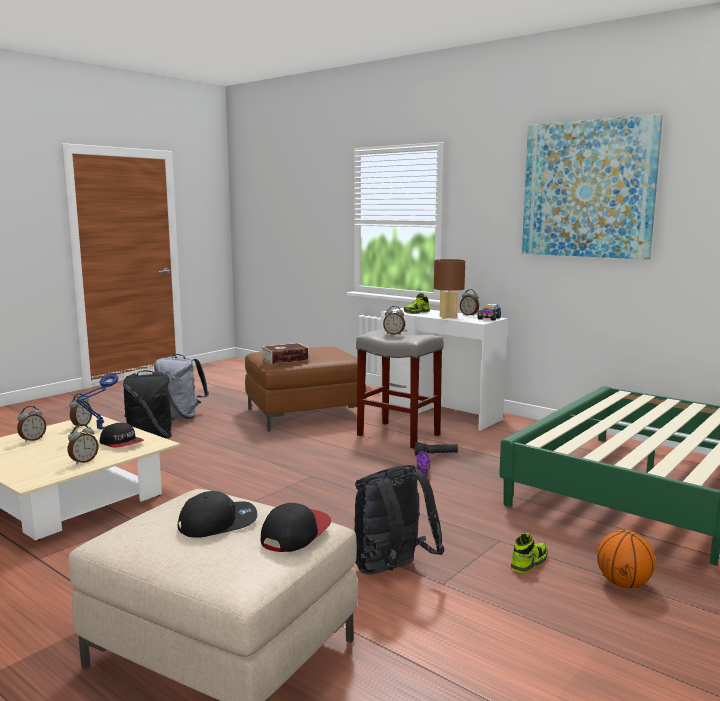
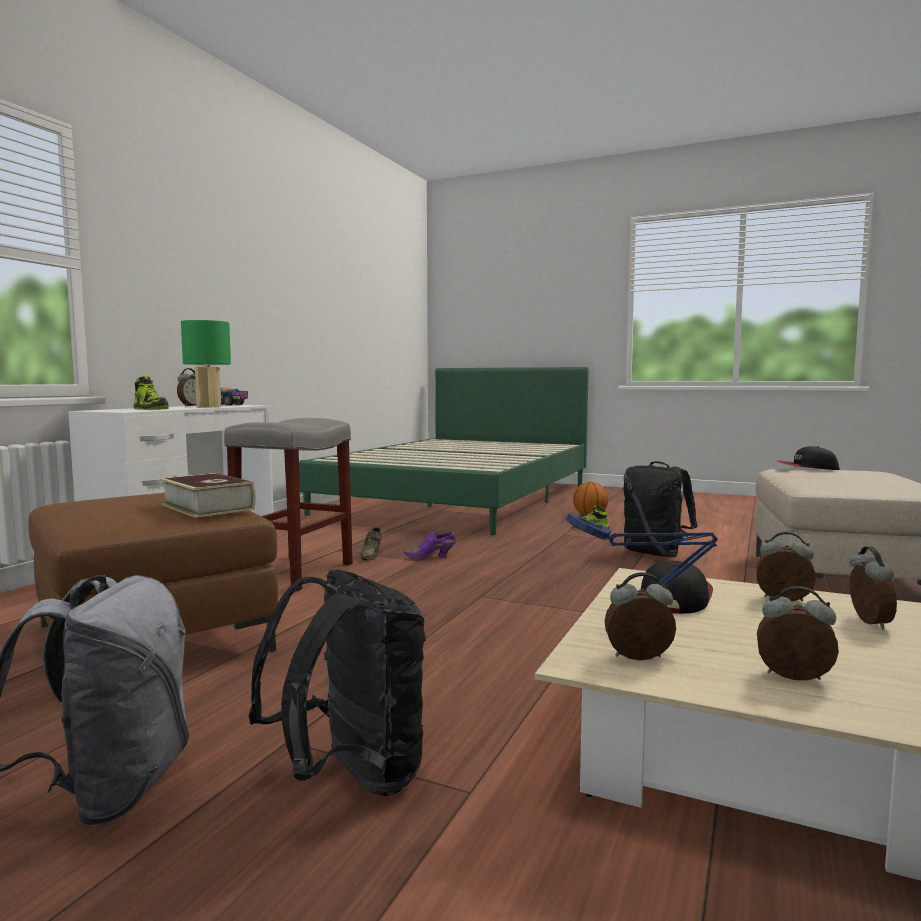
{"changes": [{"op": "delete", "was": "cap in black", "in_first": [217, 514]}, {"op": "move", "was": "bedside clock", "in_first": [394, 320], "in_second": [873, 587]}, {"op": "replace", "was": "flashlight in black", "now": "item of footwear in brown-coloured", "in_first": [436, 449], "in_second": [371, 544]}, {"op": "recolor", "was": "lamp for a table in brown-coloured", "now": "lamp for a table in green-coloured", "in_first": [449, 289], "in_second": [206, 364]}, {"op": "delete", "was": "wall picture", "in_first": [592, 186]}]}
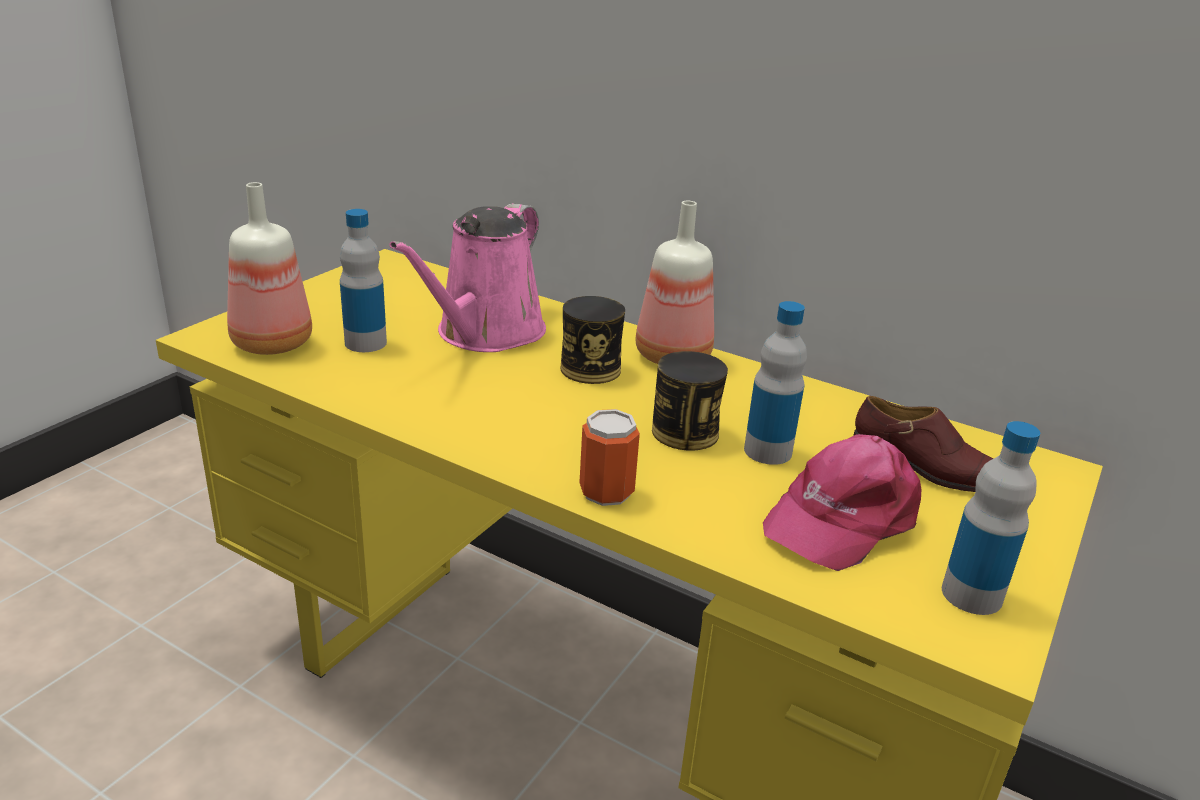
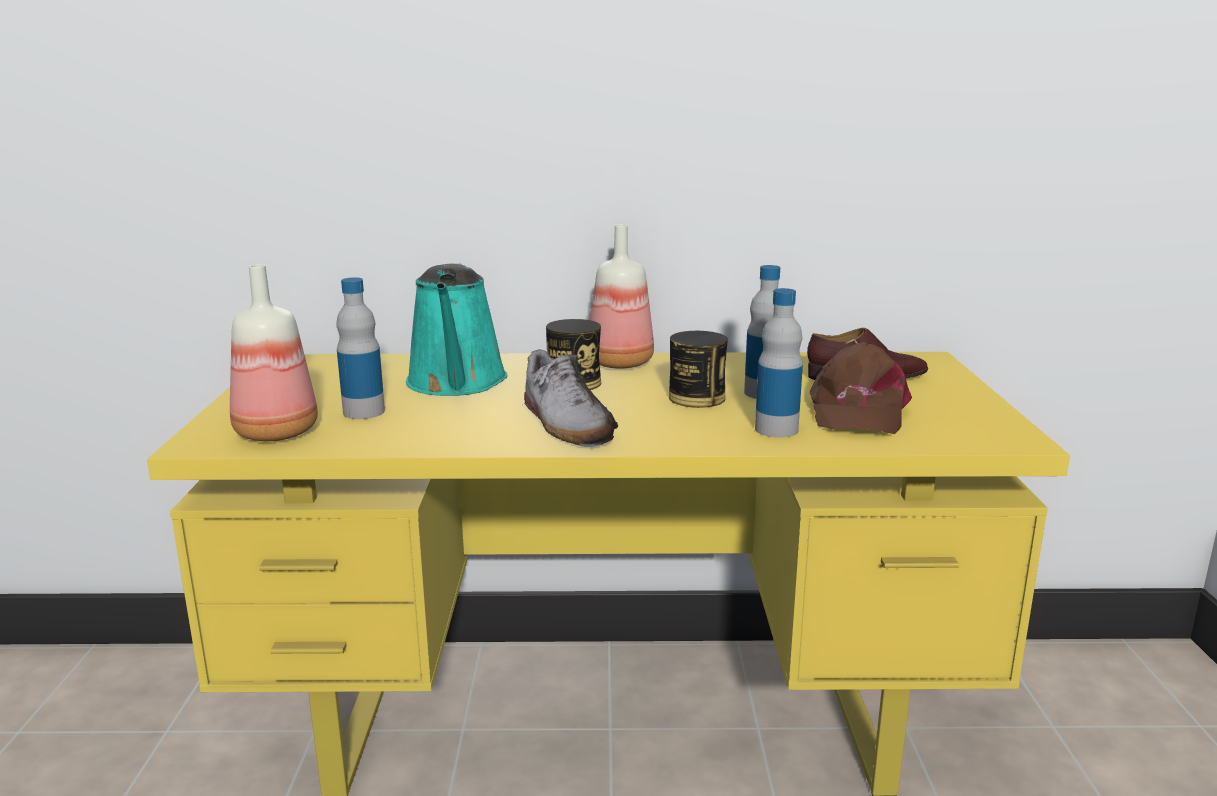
{"changes": [{"op": "recolor", "was": "sprinkling can in pink-coloured", "now": "sprinkling can in turquoise", "in_first": [467, 277], "in_second": [457, 329]}, {"op": "delete", "was": "metal can", "in_first": [609, 457]}, {"op": "recolor", "was": "cap in pink-coloured", "now": "cap in brown-coloured", "in_first": [842, 502], "in_second": [861, 388]}, {"op": "move", "was": "beverage bottle", "in_first": [991, 518], "in_second": [779, 363]}, {"op": "insert", "now": "item of footwear", "in_second": [570, 398]}]}
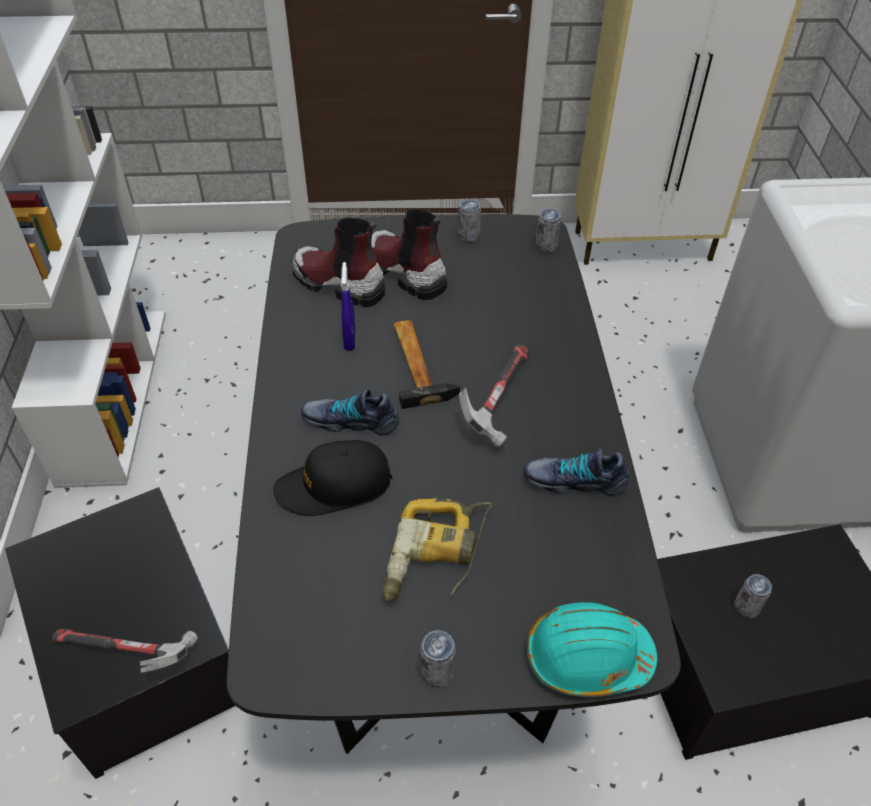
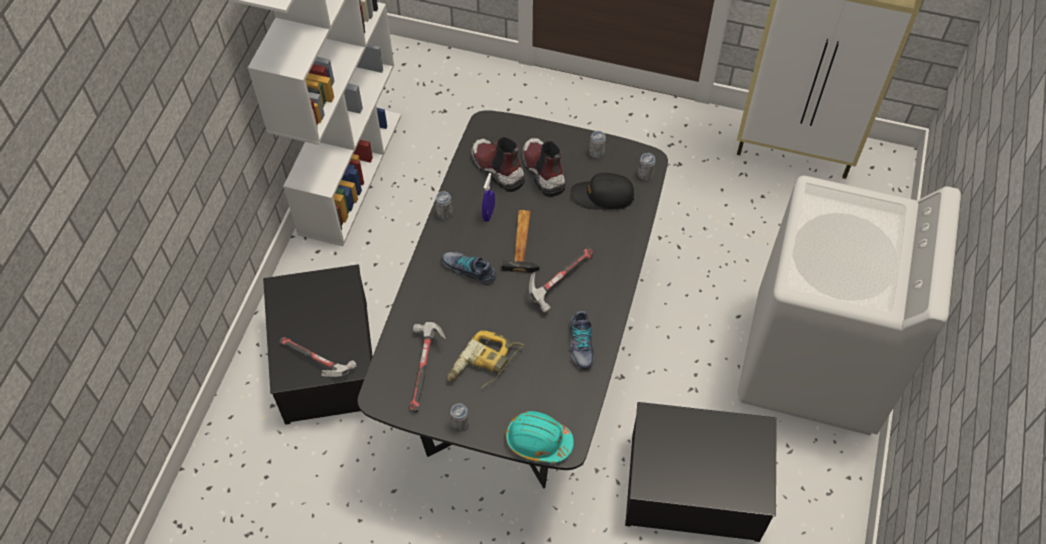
{"changes": [{"op": "move", "was": "cap in black", "in_first": [332, 478], "in_second": [602, 191]}, {"op": "rotate", "was": "item of footwear", "in_first": [576, 472], "in_second": [582, 340], "clockwise": -120}, {"op": "move", "was": "metal can", "in_first": [753, 596], "in_second": [444, 205]}, {"op": "insert", "now": "tool hammer", "in_second": [427, 367]}]}
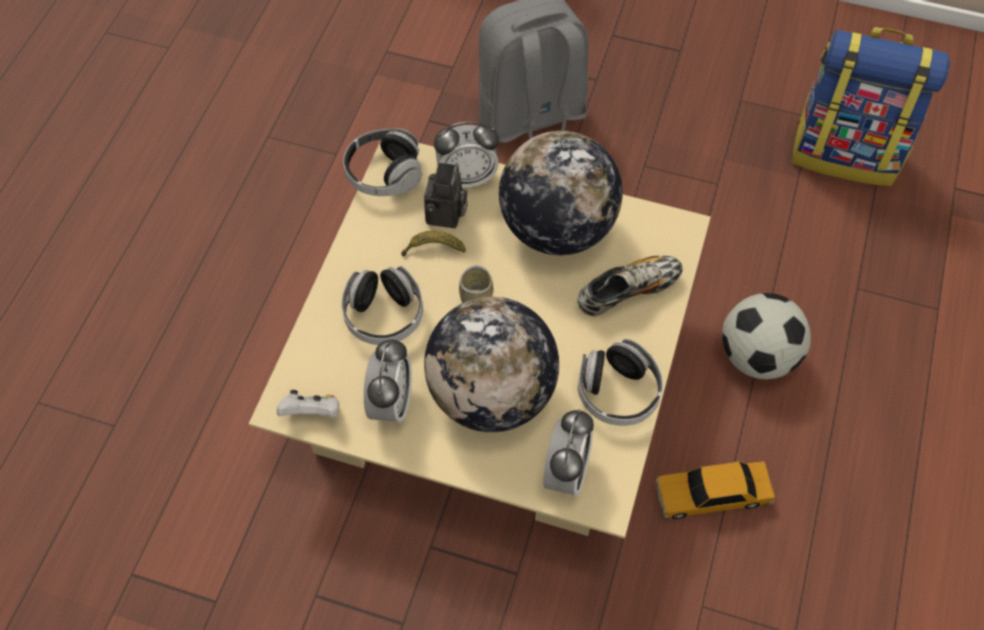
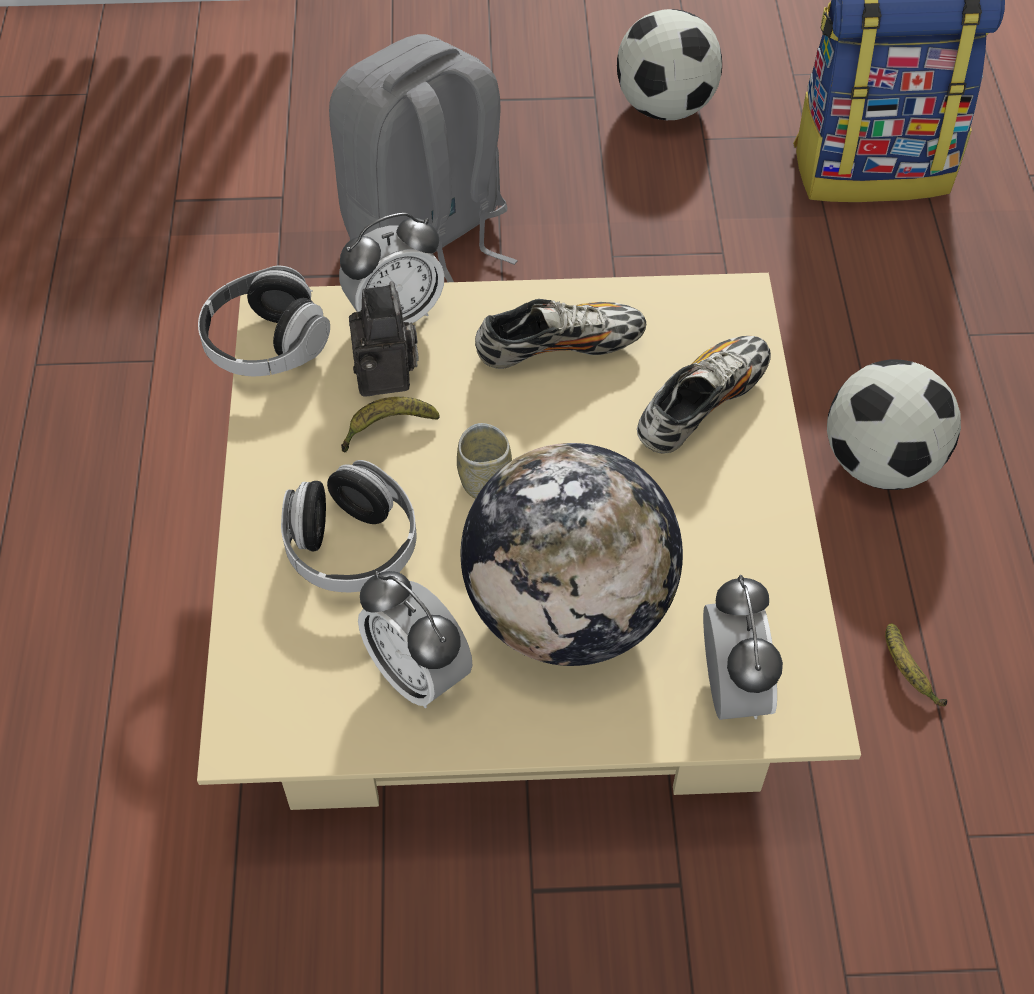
{"changes": [{"op": "delete", "was": "gamepad in white-coloured", "in_first": [308, 404]}, {"op": "rotate", "was": "bedside clock", "in_first": [388, 380], "in_second": [415, 639], "clockwise": 150}, {"op": "replace", "was": "world globe", "now": "item of footwear", "in_first": [561, 193], "in_second": [560, 334]}, {"op": "delete", "was": "headphones", "in_first": [620, 382]}, {"op": "replace", "was": "miniature car", "now": "banana fruit", "in_first": [715, 490], "in_second": [916, 665]}, {"op": "insert", "now": "football ball", "in_second": [669, 64]}]}
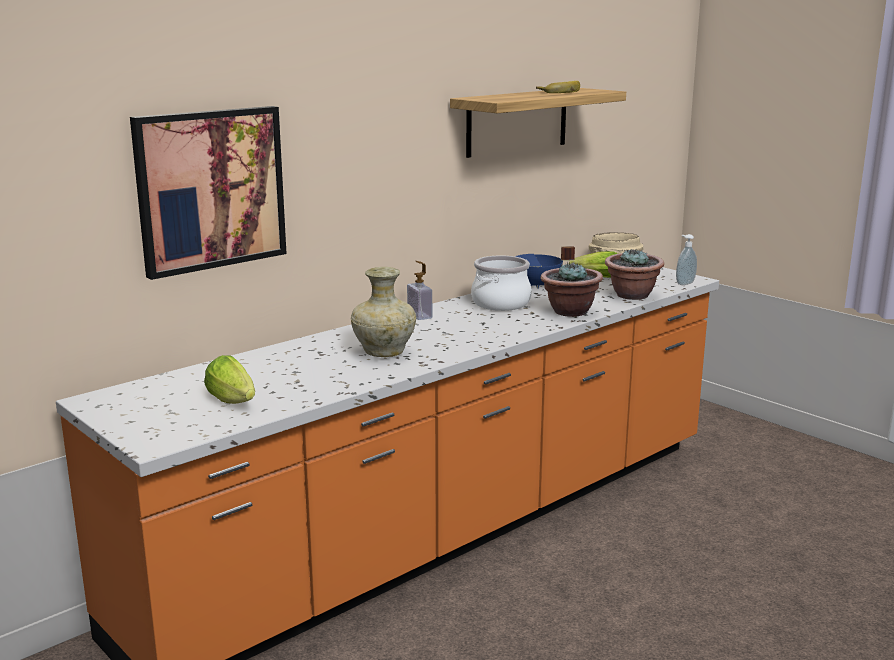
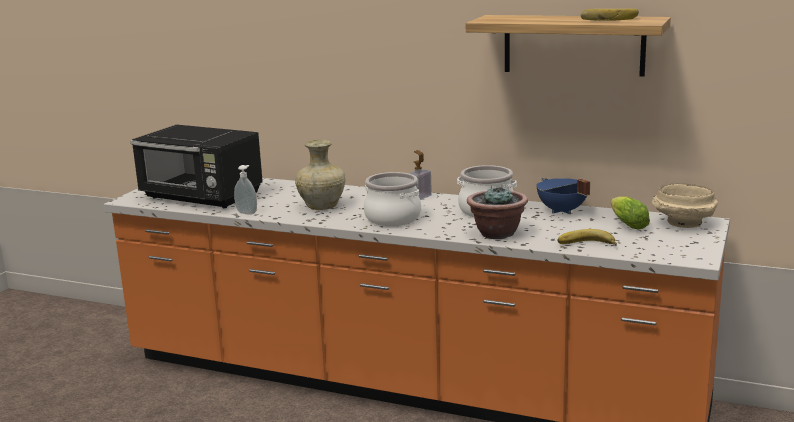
{"changes": [{"op": "delete", "was": "wall picture", "in_first": [208, 193]}, {"op": "replace", "was": "lettuce", "now": "kitchen microwave in black", "in_first": [229, 379], "in_second": [196, 166]}, {"op": "replace", "was": "plant in a pot", "now": "banana fruit", "in_first": [634, 274], "in_second": [587, 237]}, {"op": "move", "was": "liquid soap bottle", "in_first": [686, 259], "in_second": [245, 190]}, {"op": "insert", "now": "stockpot", "in_second": [392, 199]}]}
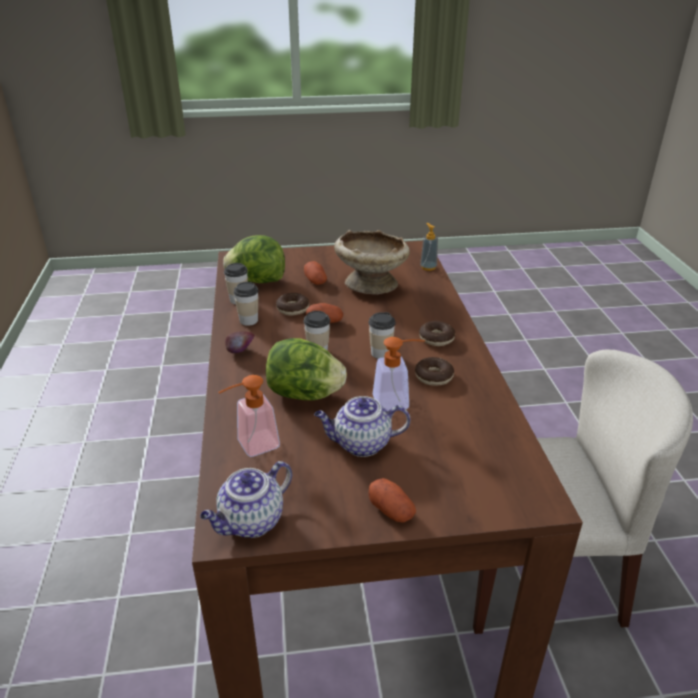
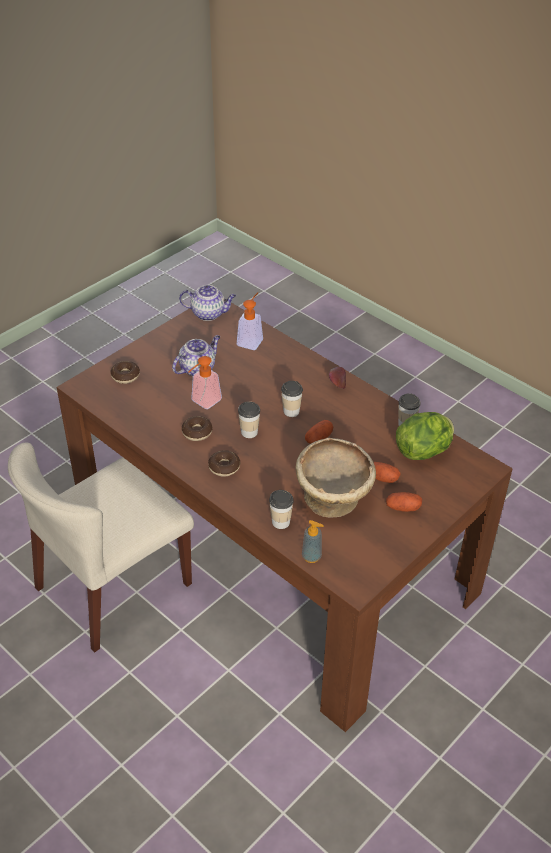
{"changes": [{"op": "rotate", "was": "tea pot", "in_first": [246, 499], "in_second": [207, 303], "clockwise": 90}, {"op": "move", "was": "drinking cup", "in_first": [246, 304], "in_second": [281, 509]}, {"op": "delete", "was": "lettuce", "in_first": [306, 369]}, {"op": "move", "was": "ring doughnut", "in_first": [292, 304], "in_second": [125, 372]}, {"op": "move", "was": "whole potato", "in_first": [392, 500], "in_second": [404, 502]}]}
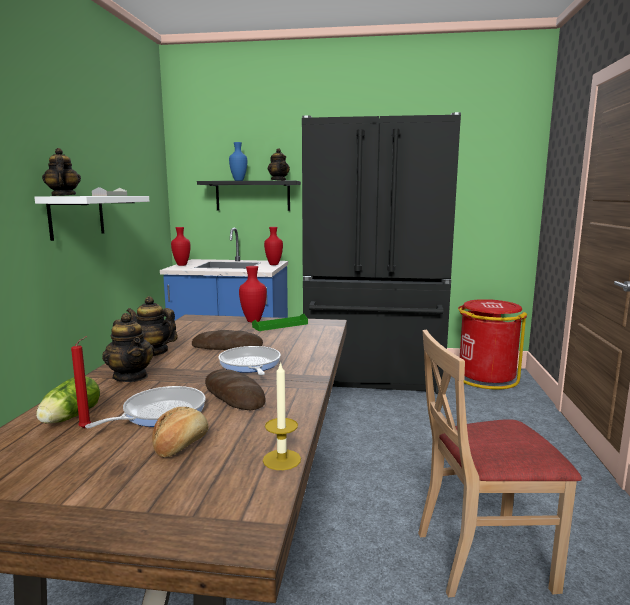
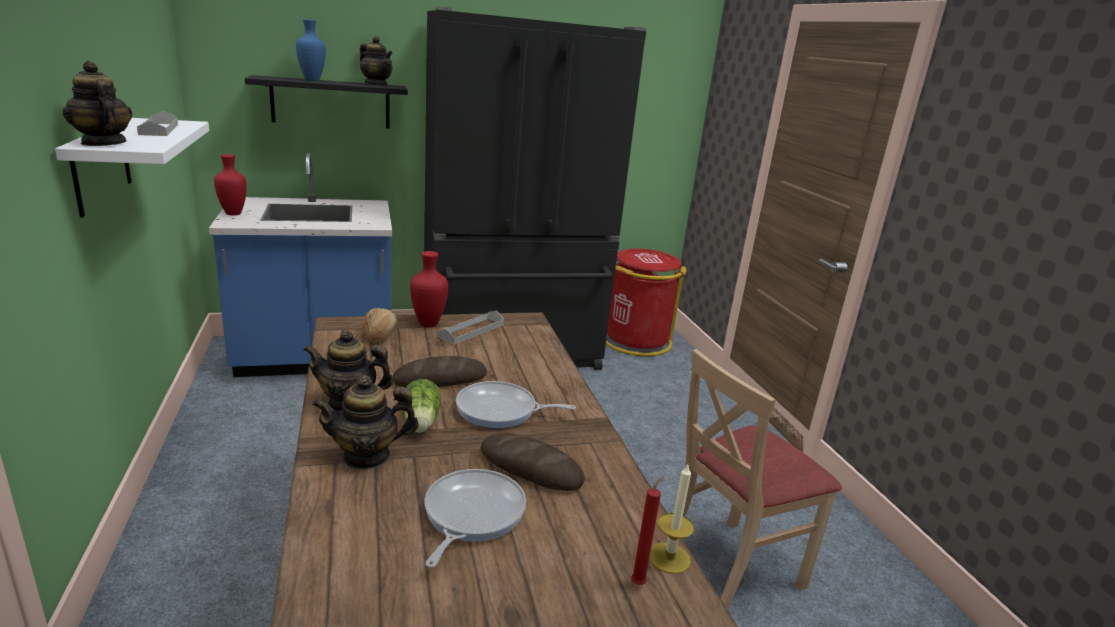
{"changes": [{"op": "move", "was": "lettuce", "in_first": [68, 400], "in_second": [421, 406]}, {"op": "move", "was": "wax candle in red-coloured", "in_first": [81, 382], "in_second": [647, 530]}, {"op": "rotate", "was": "tea pot", "in_first": [128, 347], "in_second": [365, 422], "clockwise": 135}, {"op": "move", "was": "baked bread", "in_first": [180, 432], "in_second": [379, 325]}, {"op": "rotate", "was": "pan", "in_first": [250, 360], "in_second": [516, 404], "clockwise": -45}, {"op": "recolor", "was": "serving tray in green-coloured", "now": "serving tray in grey", "in_first": [280, 322], "in_second": [471, 328]}, {"op": "delete", "was": "flower vase in red-coloured", "in_first": [273, 246]}]}
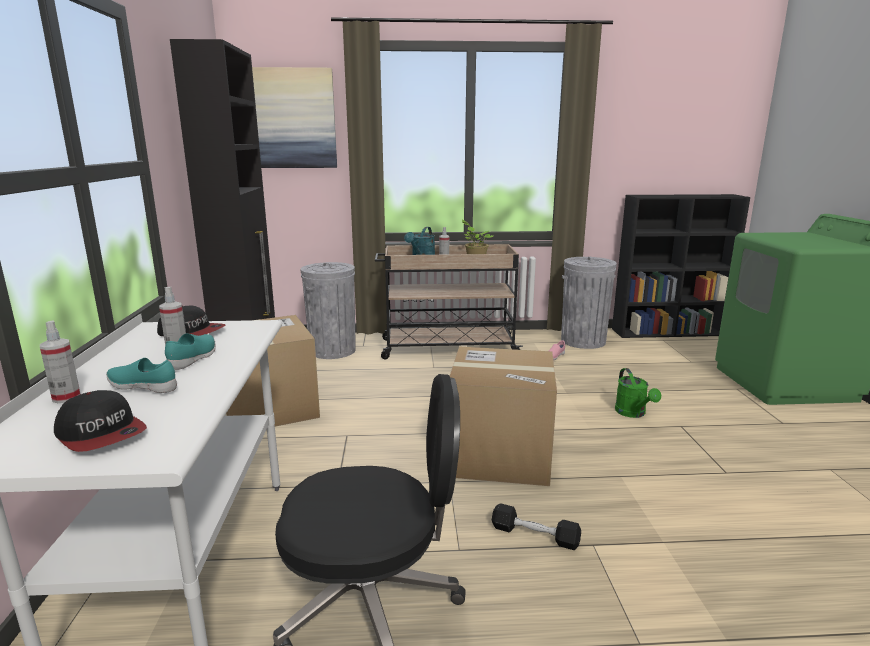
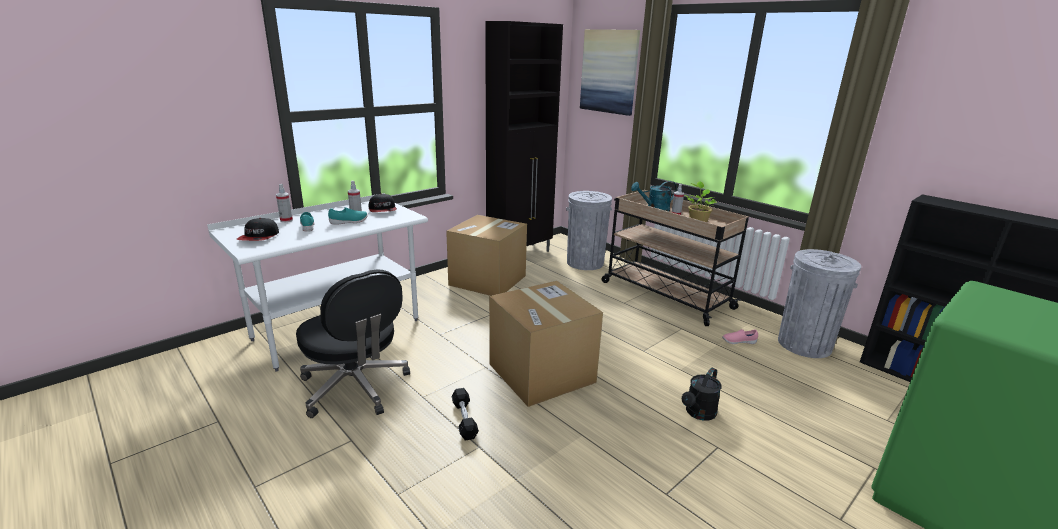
{"changes": [{"op": "recolor", "was": "sprinkling can in green-coloured", "now": "sprinkling can in black", "in_first": [638, 393], "in_second": [702, 394]}]}
